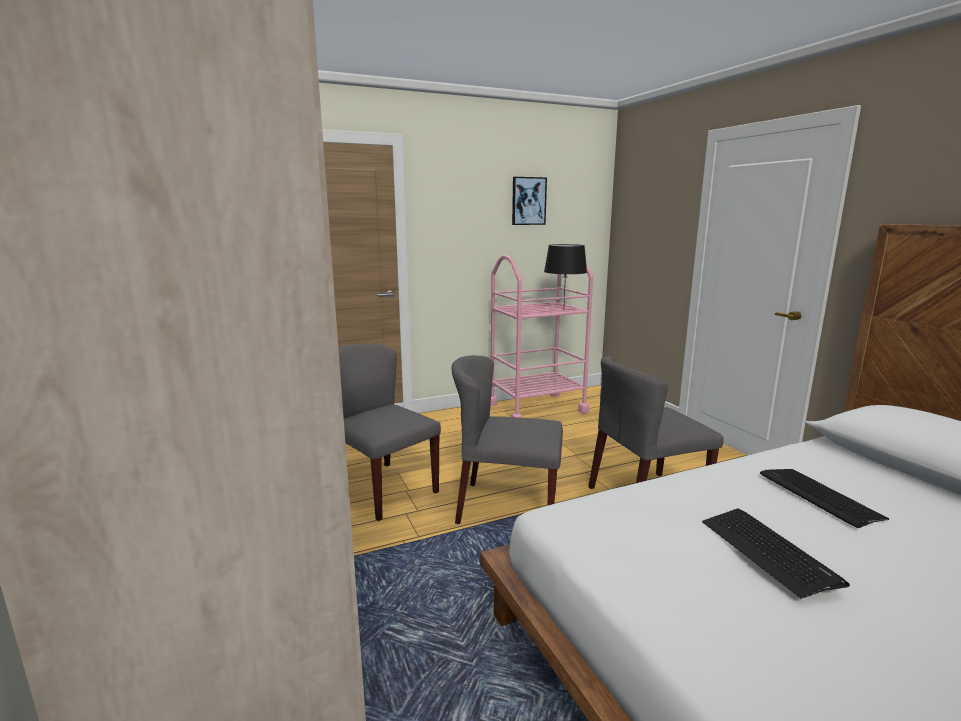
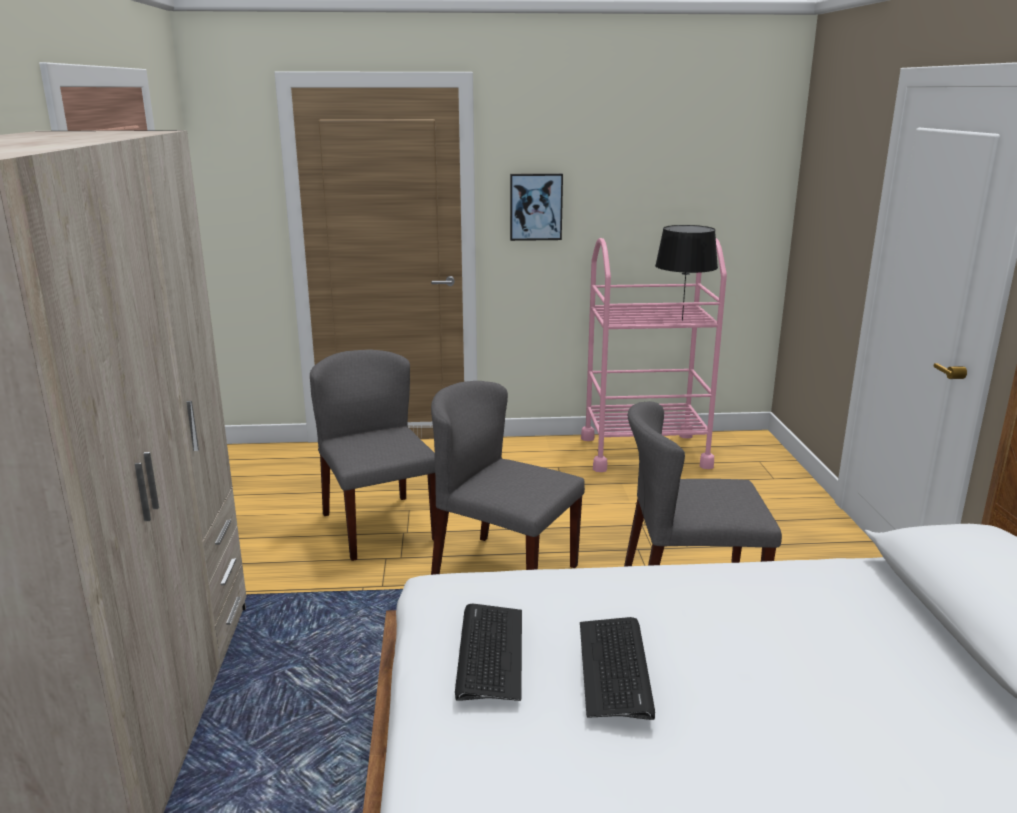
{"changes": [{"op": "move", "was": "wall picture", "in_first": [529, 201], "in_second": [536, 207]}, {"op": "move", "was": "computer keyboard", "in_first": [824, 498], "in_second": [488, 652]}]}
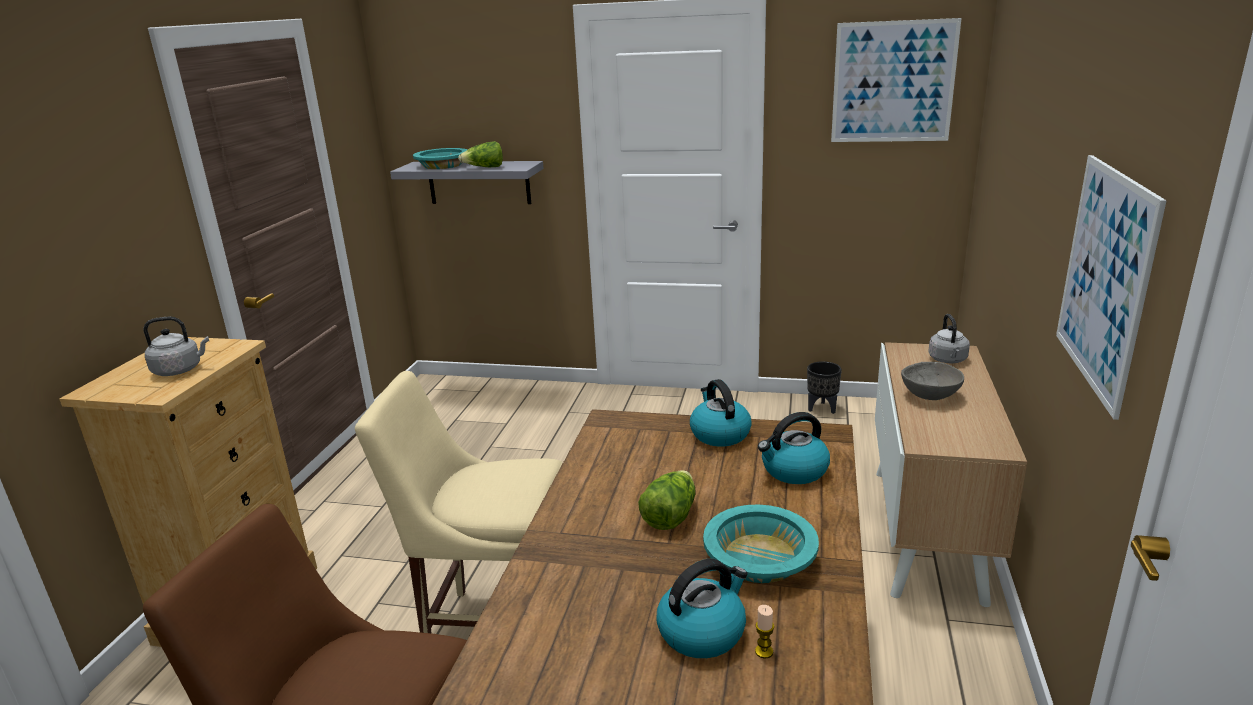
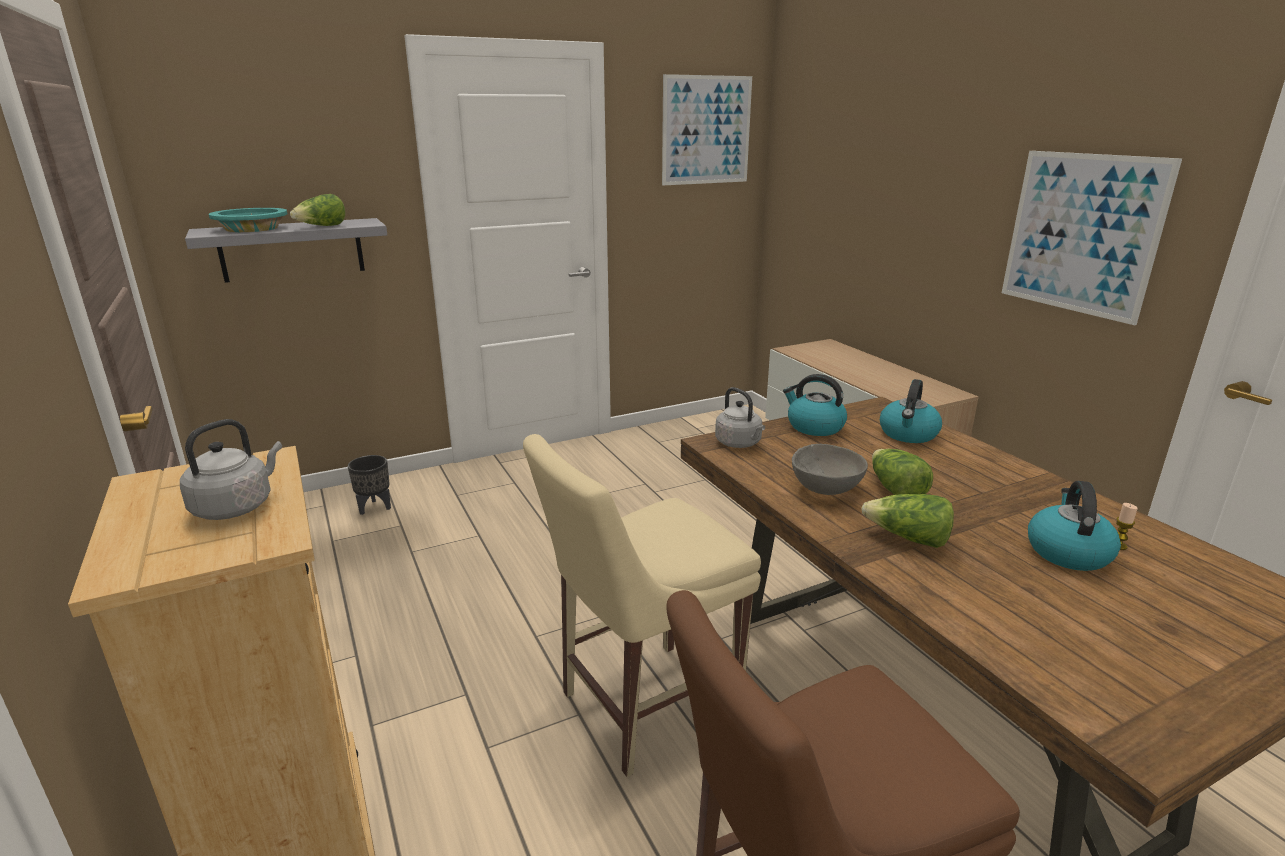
{"changes": [{"op": "delete", "was": "bowl in turquoise", "in_first": [761, 544]}, {"op": "move", "was": "planter in black", "in_first": [824, 387], "in_second": [369, 485]}, {"op": "move", "was": "bowl in grey", "in_first": [932, 381], "in_second": [830, 469]}, {"op": "move", "was": "tea kettle in grey", "in_first": [949, 338], "in_second": [740, 417]}, {"op": "insert", "now": "lettuce", "in_second": [907, 521]}]}
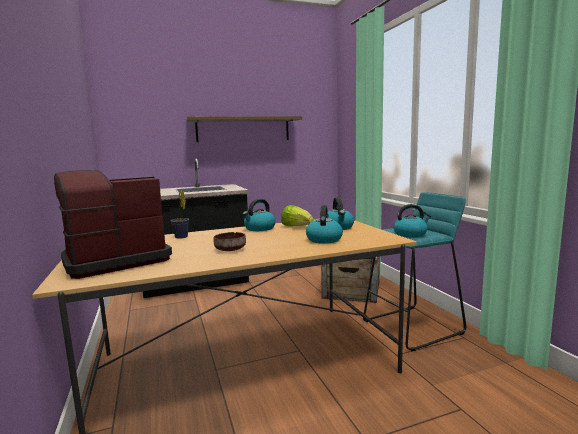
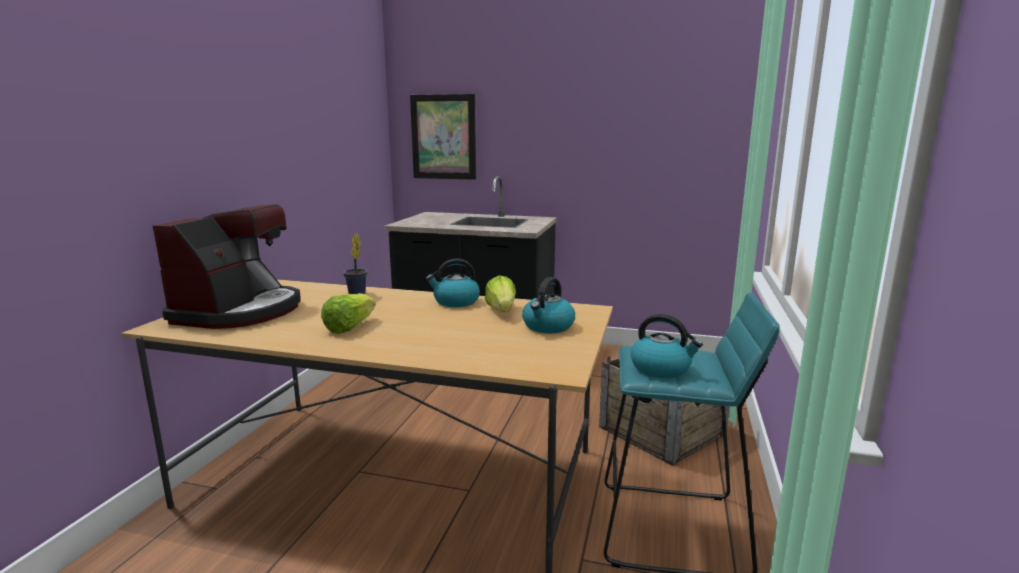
{"changes": [{"op": "rotate", "was": "coffee machine", "in_first": [113, 224], "in_second": [227, 266], "clockwise": 105}, {"op": "delete", "was": "wall shelf", "in_first": [244, 129]}, {"op": "replace", "was": "bowl in brown-coloured", "now": "lettuce", "in_first": [230, 241], "in_second": [348, 313]}, {"op": "delete", "was": "tea kettle", "in_first": [324, 224]}, {"op": "insert", "now": "wall picture", "in_second": [443, 137]}]}
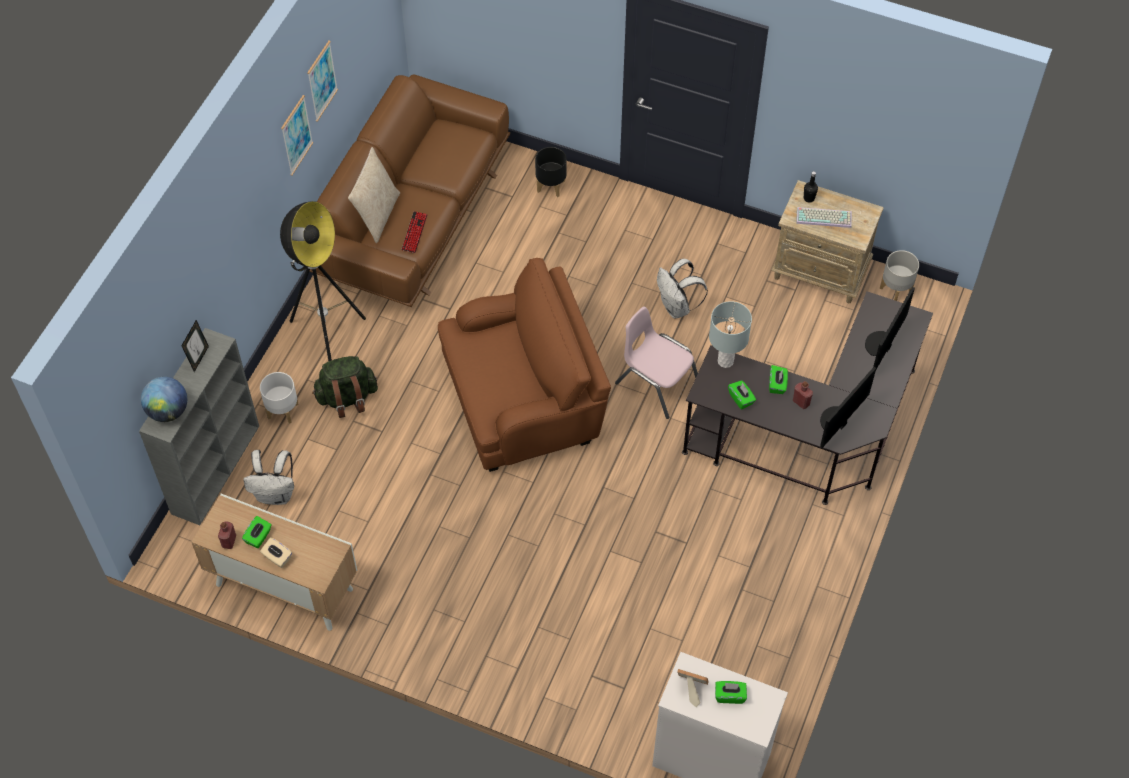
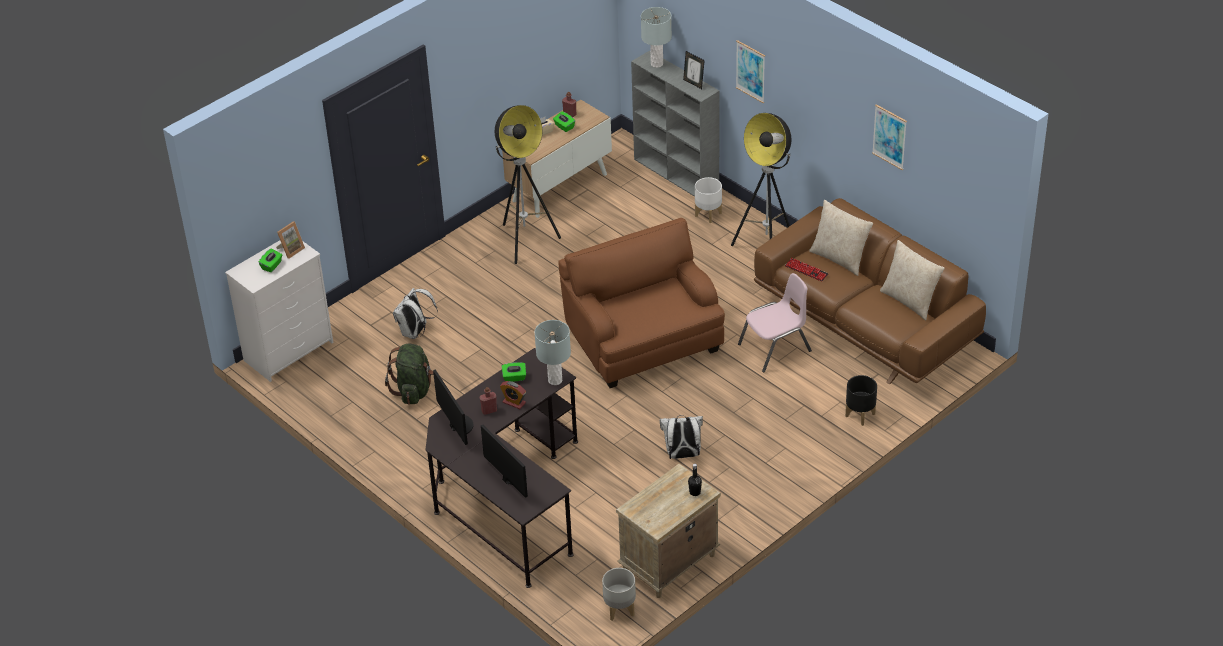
{"changes": [{"op": "replace", "was": "world globe", "now": "lamp for a table in grey", "in_first": [164, 399], "in_second": [656, 37]}, {"op": "move", "was": "rucksack in white-coloured", "in_first": [268, 477], "in_second": [415, 313]}, {"op": "move", "was": "wall picture", "in_first": [297, 135], "in_second": [750, 71]}, {"op": "move", "was": "rucksack in green-coloured", "in_first": [345, 387], "in_second": [409, 374]}, {"op": "rotate", "was": "armchair in brown-coloured", "in_first": [524, 365], "in_second": [642, 303], "clockwise": 150}, {"op": "move", "was": "chair in pink-coloured", "in_first": [656, 362], "in_second": [775, 322]}, {"op": "replace", "was": "box of tissues in green-coloured", "now": "bedside clock", "in_first": [778, 379], "in_second": [513, 395]}, {"op": "delete", "was": "computer keyboard", "in_first": [824, 217]}, {"op": "insert", "now": "floor lamp", "in_second": [528, 184]}, {"op": "insert", "now": "throw pillow in sand-coloured", "in_second": [912, 280]}]}
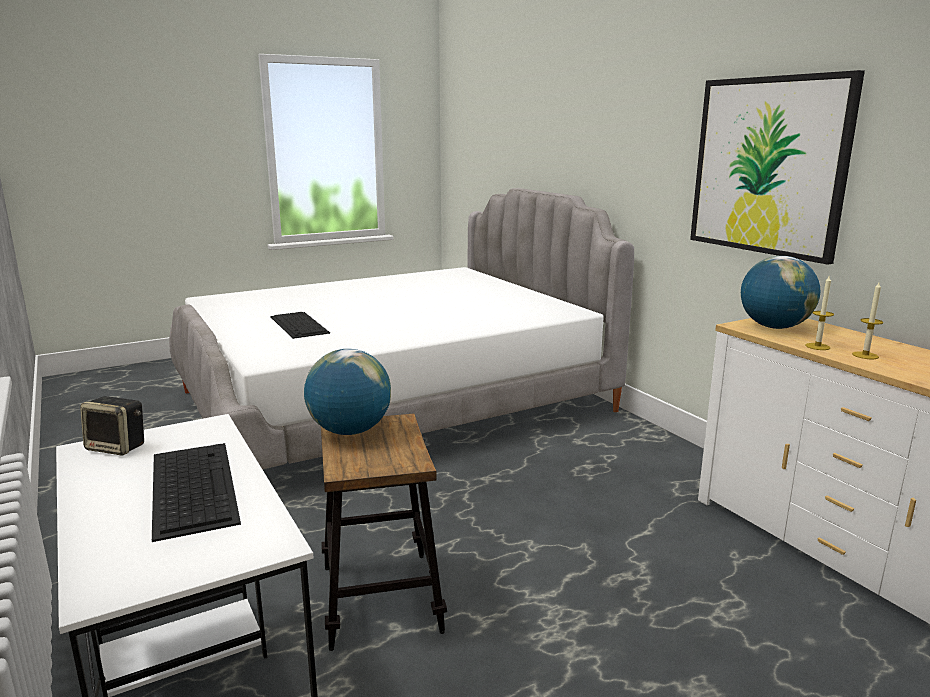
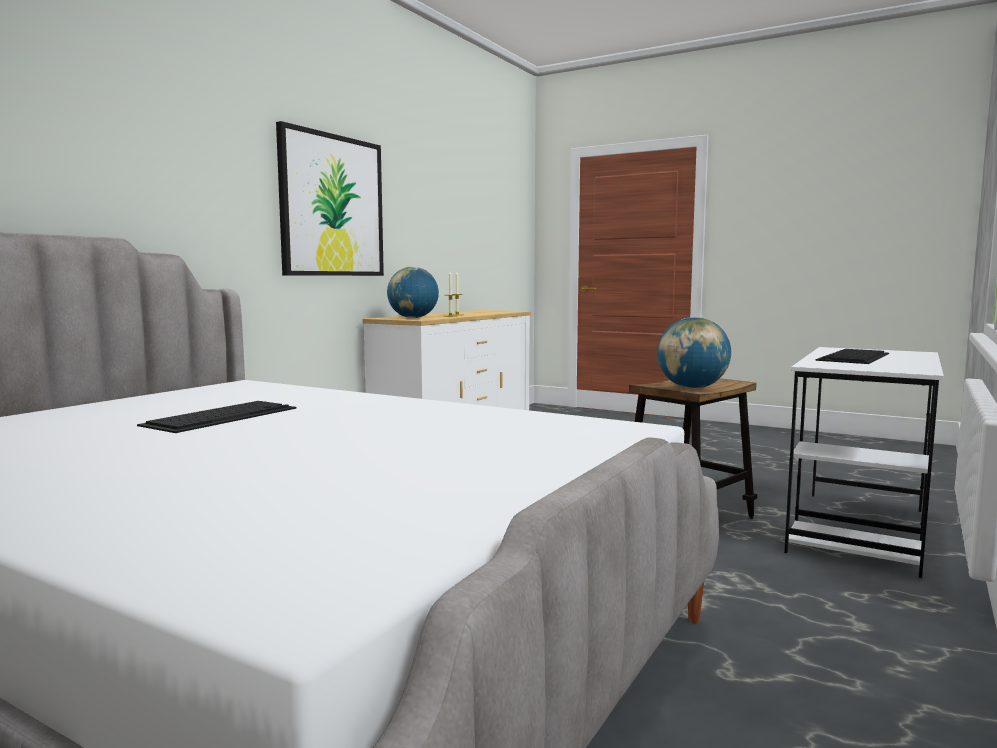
{"changes": [{"op": "delete", "was": "speaker", "in_first": [112, 425]}, {"op": "move", "was": "computer keyboard", "in_first": [300, 325], "in_second": [217, 417]}]}
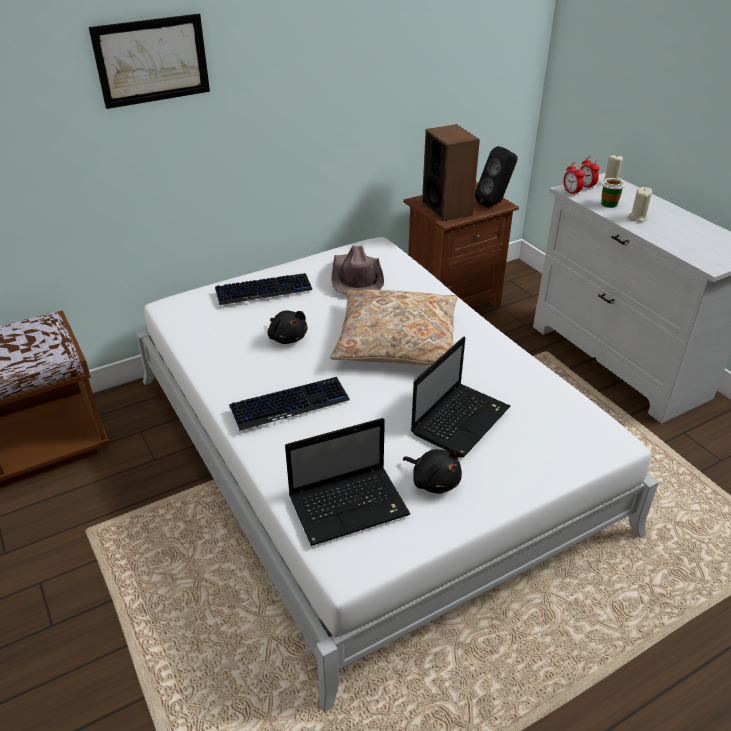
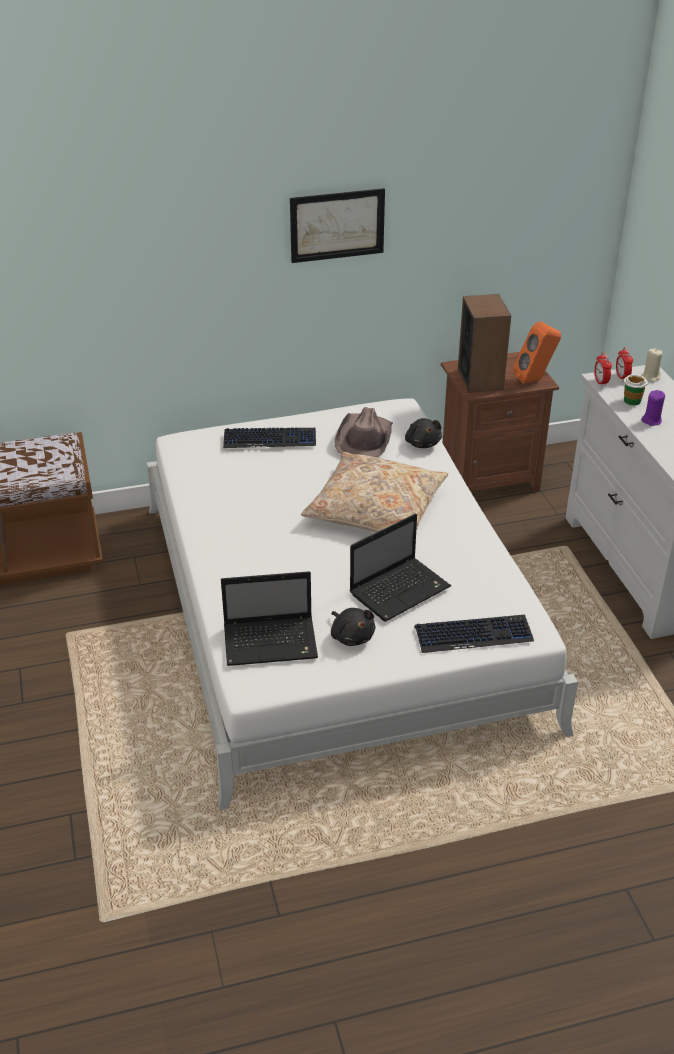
{"changes": [{"op": "move", "was": "wall picture", "in_first": [149, 61], "in_second": [337, 225]}, {"op": "move", "was": "computer keyboard", "in_first": [289, 404], "in_second": [474, 634]}, {"op": "move", "was": "plush toy in black", "in_first": [288, 327], "in_second": [423, 433]}, {"op": "recolor", "was": "speaker in black", "now": "speaker in orangey", "in_first": [496, 177], "in_second": [537, 352]}, {"op": "recolor", "was": "wax candle in sand-coloured", "now": "wax candle in purplish", "in_first": [640, 204], "in_second": [653, 408]}]}
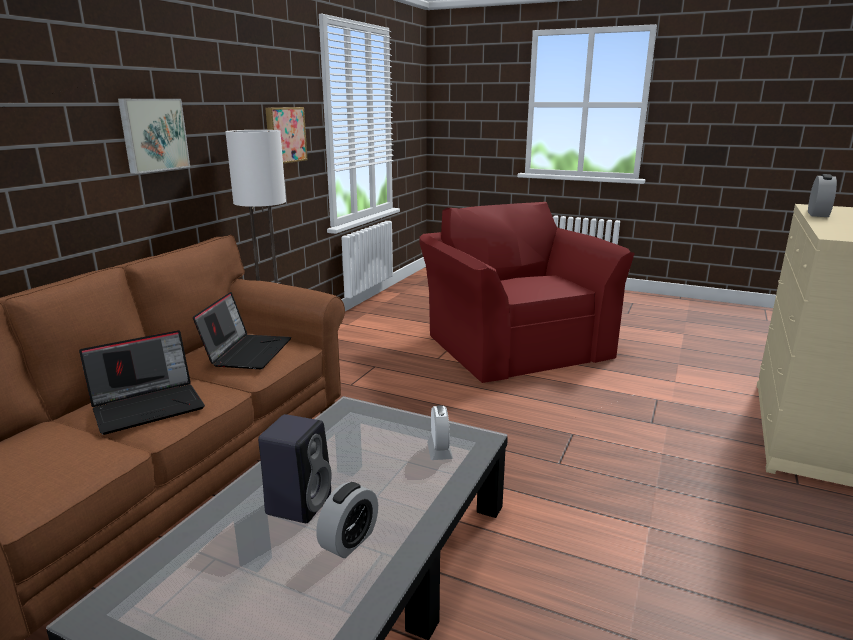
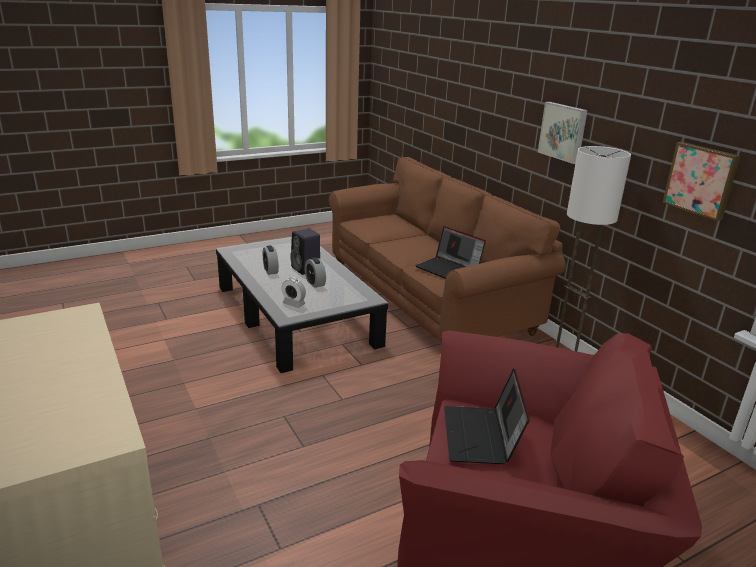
{"changes": [{"op": "move", "was": "portable computer", "in_first": [142, 382], "in_second": [487, 416]}, {"op": "move", "was": "bedside clock", "in_first": [822, 195], "in_second": [315, 272]}]}
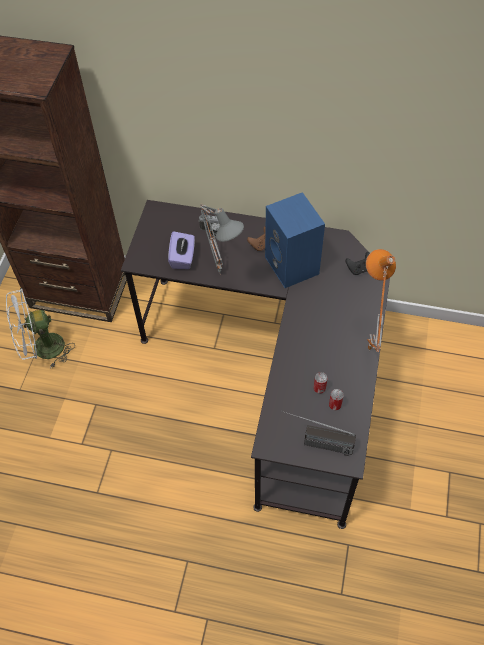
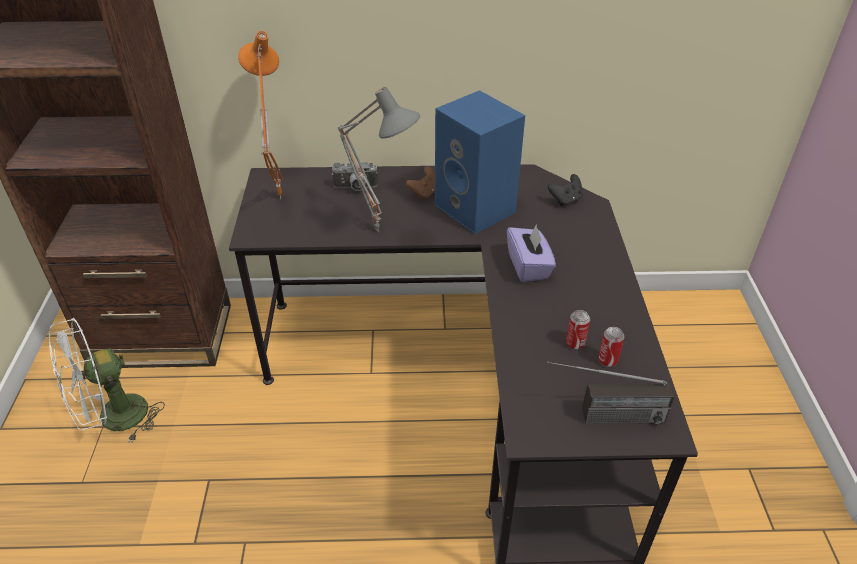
{"changes": [{"op": "move", "was": "box of tissues in purplish", "in_first": [181, 250], "in_second": [531, 253]}, {"op": "move", "was": "lamp for a table in orangey", "in_first": [381, 300], "in_second": [260, 115]}]}
